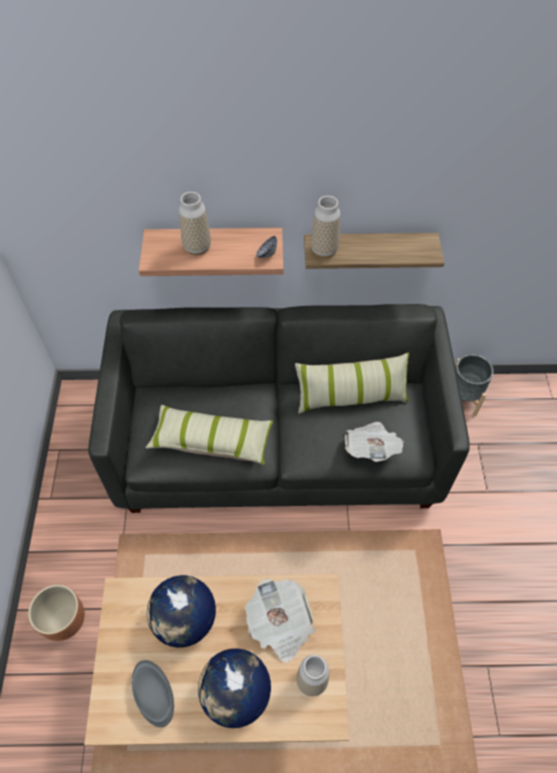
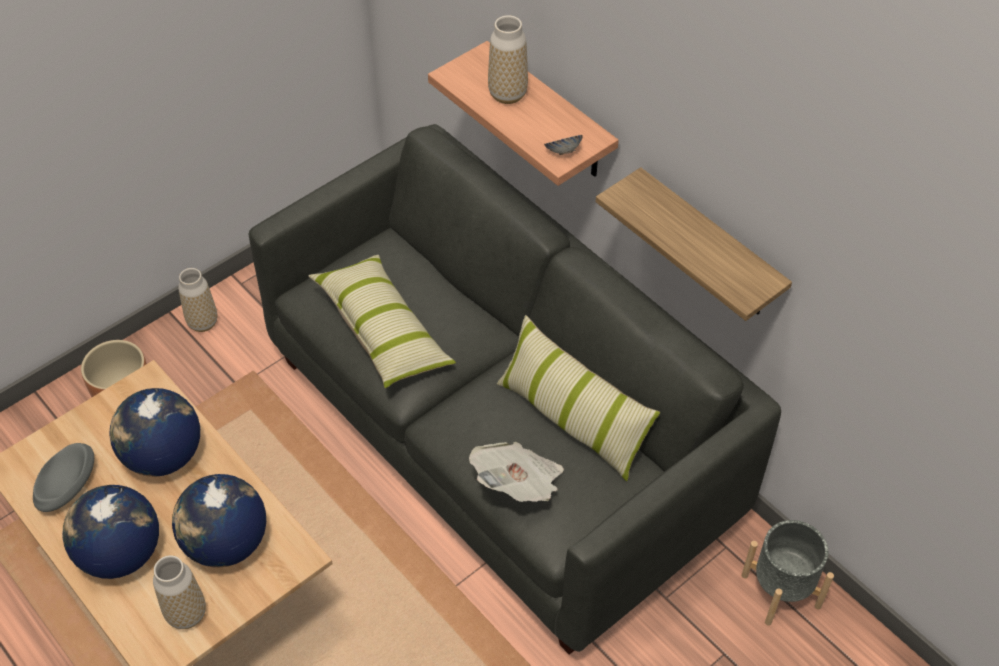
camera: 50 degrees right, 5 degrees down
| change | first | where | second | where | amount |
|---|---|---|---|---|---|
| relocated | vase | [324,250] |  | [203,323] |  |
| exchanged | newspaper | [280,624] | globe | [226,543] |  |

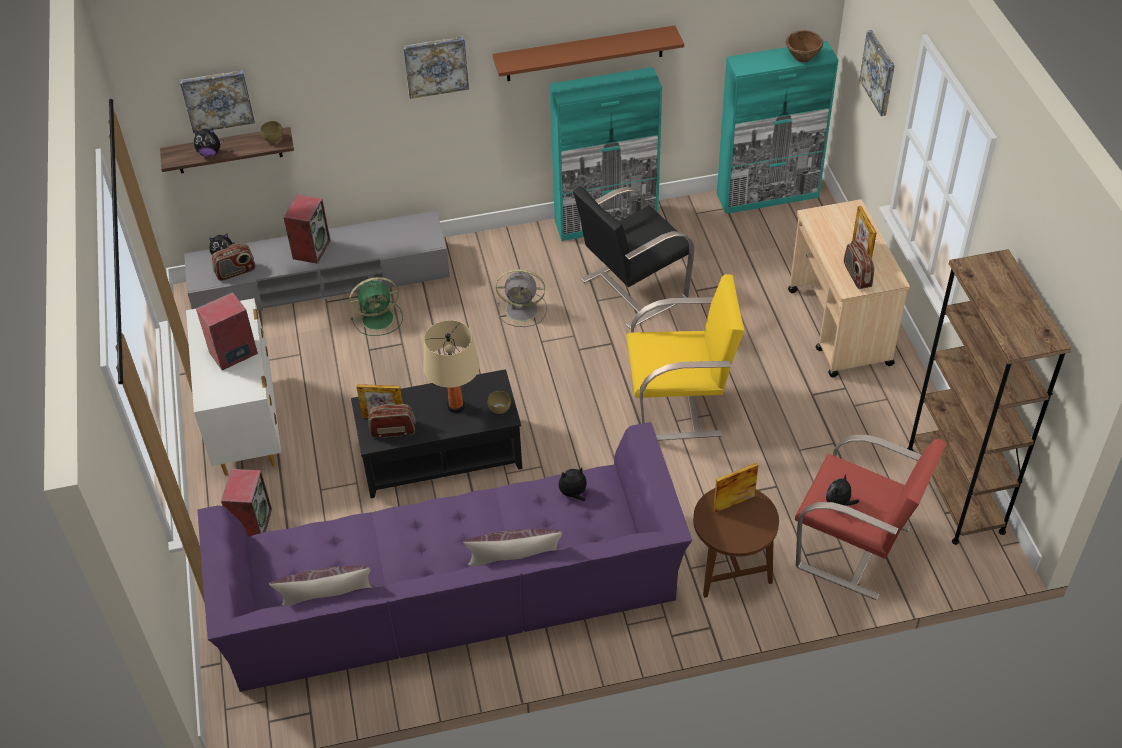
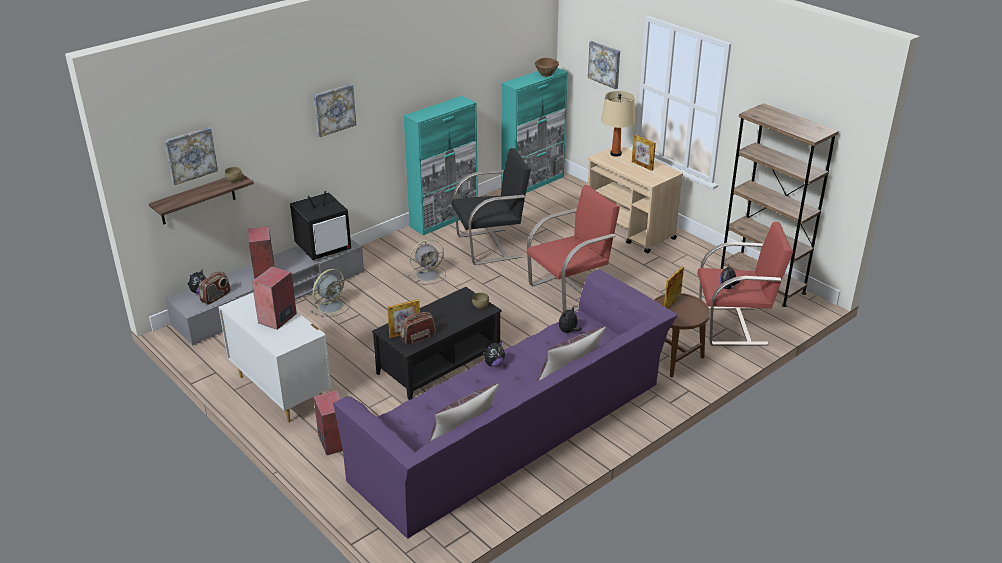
camera: 30 degrees left, 15 degrees down
| change | first | where | second | where | amount |
|---|---|---|---|---|---|
| missing | brown shelf | [584,53] |  |  |  |
| missing | radio | [856,275] |  |  |  |
| appeared |  |  | television | [324,247] |  |
| relocated | plush toy | [210,153] |  | [493,364] |  |
| relocated | beige table lamp | [456,406] |  | [615,154] |  |
| colour | green fan | [379,318] | grey fan | [331,306] |  |
| colour | yellow armchair | [679,404] | red armchair | [570,291] |  |
| spun | black armchair | [632,289] |  | [490,246] | 135 degrees counterclockwise |

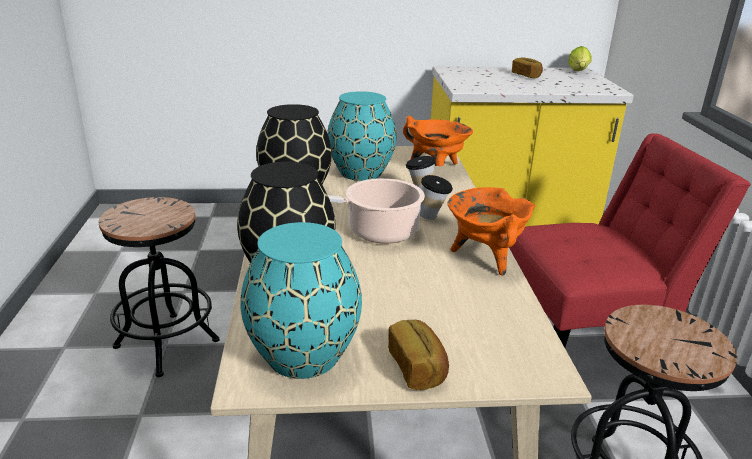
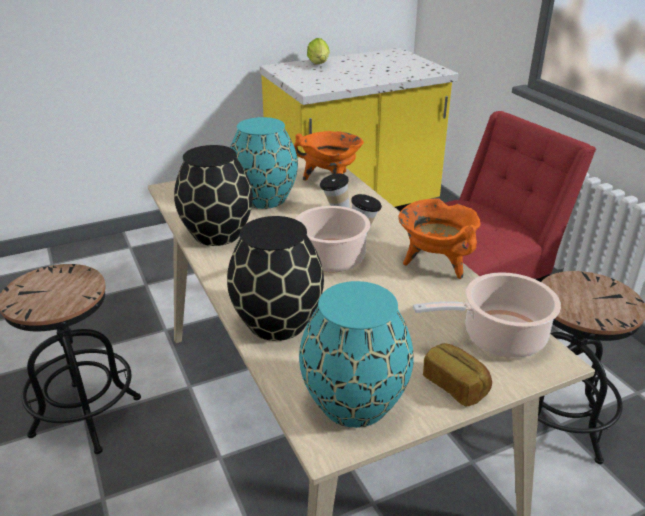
camera: 20 degrees left, 5 degrees up
| change | first | where | second | where | amount |
|---|---|---|---|---|---|
| missing | bread | [526,75] |  |  |  |
| appeared |  |  | cooking pot | [498,337] |  |
| relocated | lettuce | [578,72] |  | [319,64] |  |

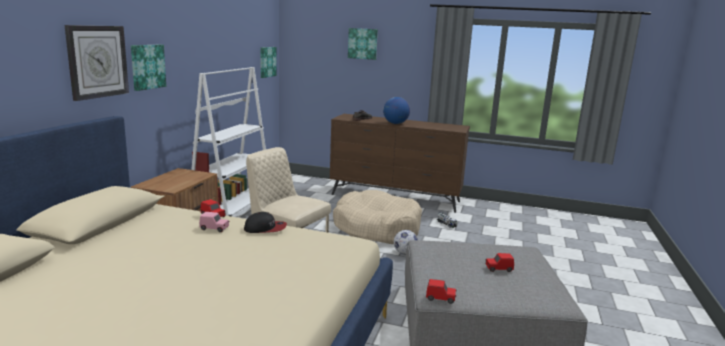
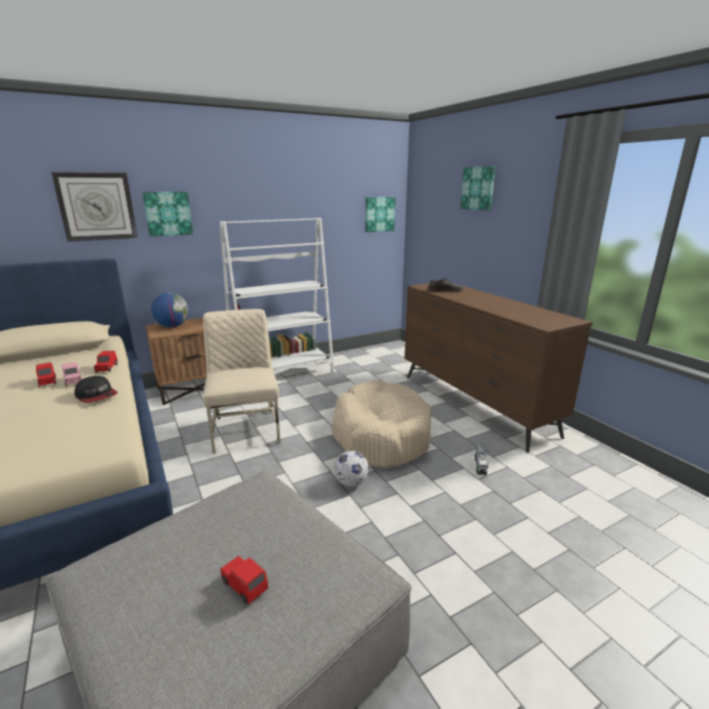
camera: 45 degrees right, 5 degrees up
| change | first | where | second | where | amount |
|---|---|---|---|---|---|
| relocated | globe | [395,123] |  | [173,326] |  |
| relocated | red toy car | [440,298] |  | [47,382] |  |

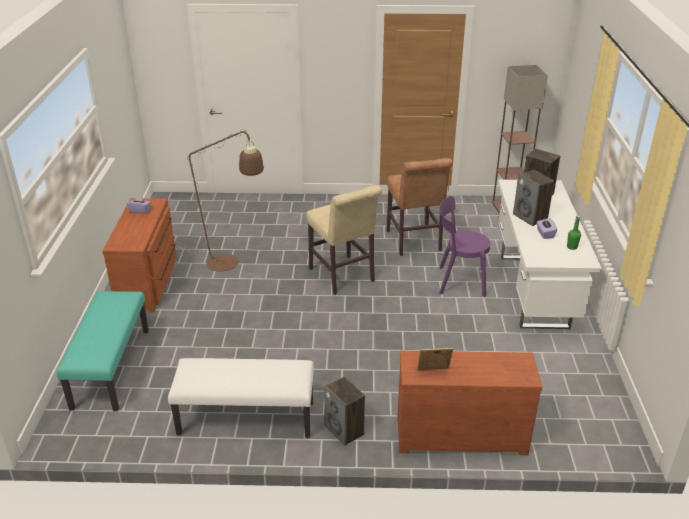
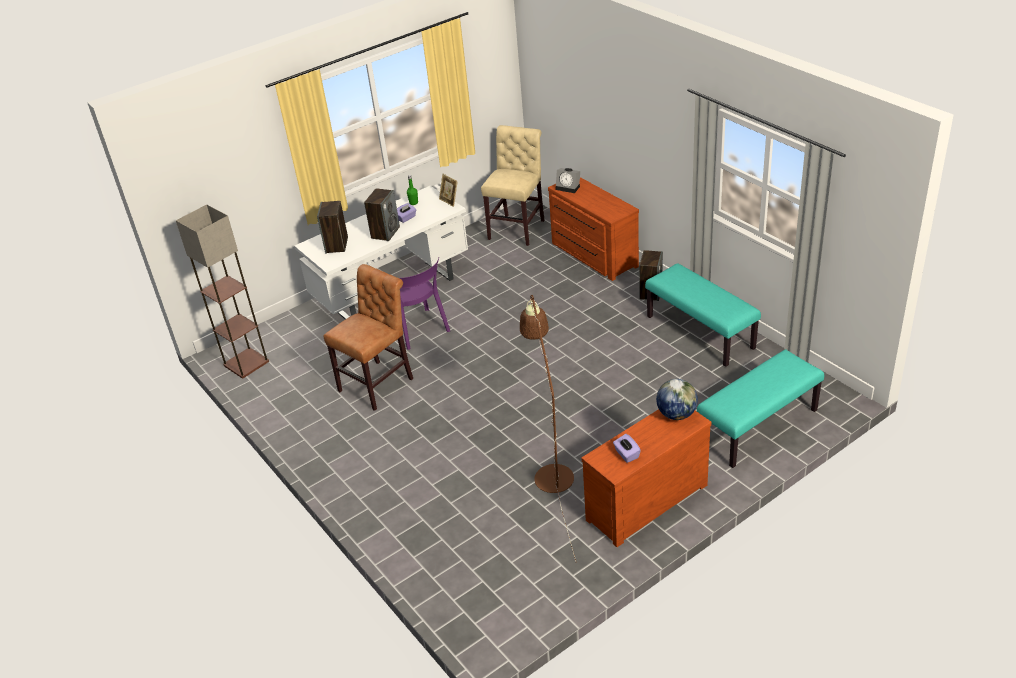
camera: 125 degrees left, 5 degrees up
| change | first | where | second | where | amount |
|---|---|---|---|---|---|
| appeared |  |  | alarm clock | [569,187] |  |
| appeared |  |  | globe | [676,414] |  |
| relocated | beige chair | [343,277] |  | [518,228] |  |
| relocated | picture frame | [433,373] |  | [449,201] |  |
| colour | white bench | [245,419] | turquoise bench | [701,332] |  |

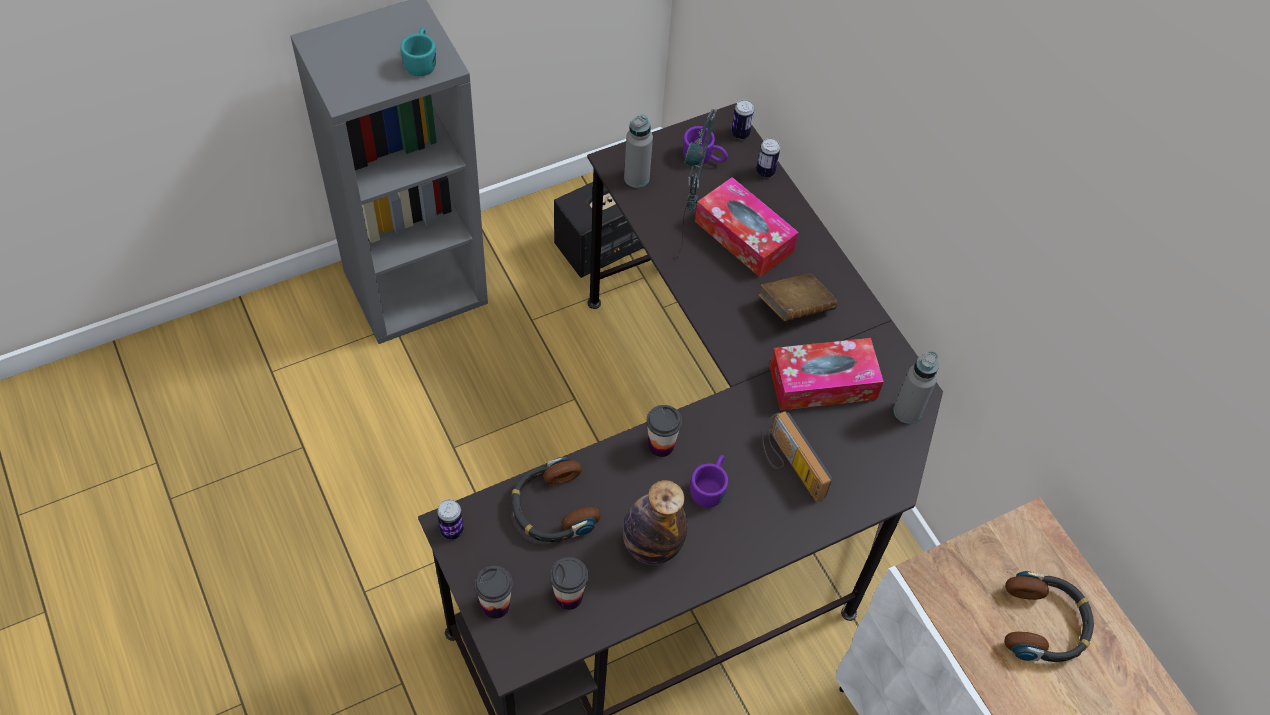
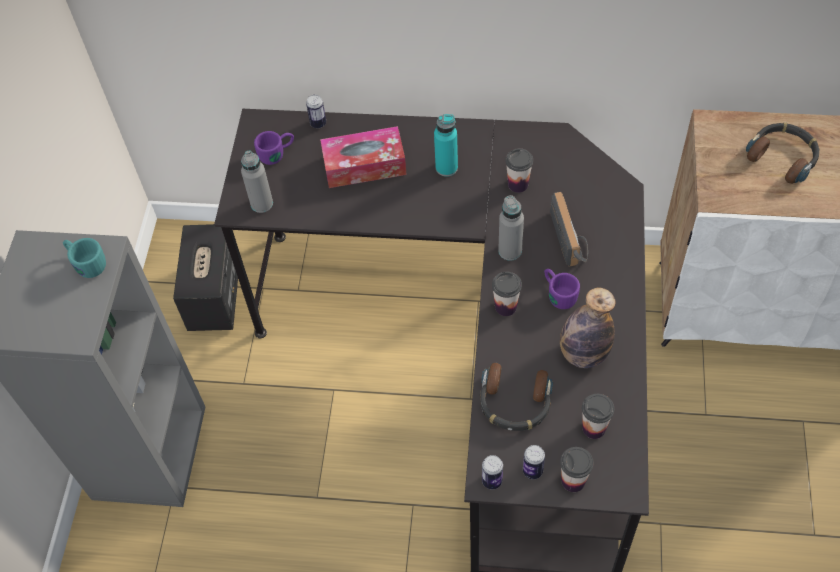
camera: 50 degrees left, 0 degrees up
| change | first | where | second | where | amount |
|---|---|---|---|---|---|
| missing | table lamp | [684,269] |  |  |  |
| relocated | can | [740,133] |  | [532,471] |  |
| relocated | grey bottle | [907,411] |  | [510,251] |  |
| exchanged | brown book | [795,308] | turquoise bottle | [446,168] |  |
| exchanged | tissue box | [822,383] | cup | [518,184] |  |
| spun | radio | [789,466] |  | [571,239] | 105 degrees counterclockwise |

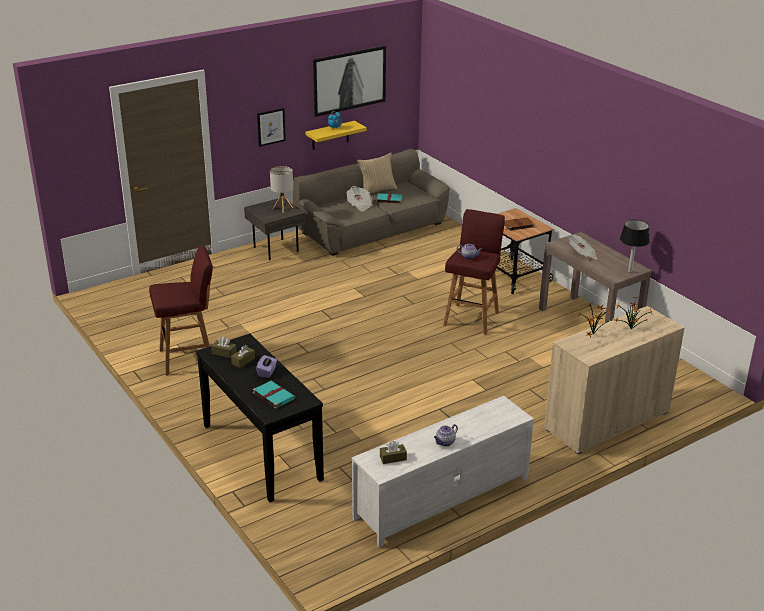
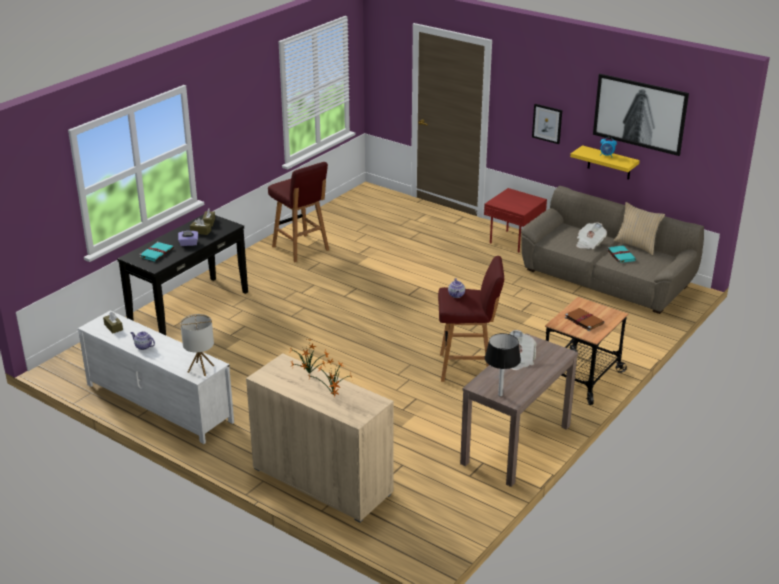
camera: 70 degrees right, 0 degrees up
| change | first | where | second | where | amount |
|---|---|---|---|---|---|
| relocated | table lamp | [283,208] |  | [200,369] |  |
| colour | grey side table | [276,248] | red side table | [514,241] |  |

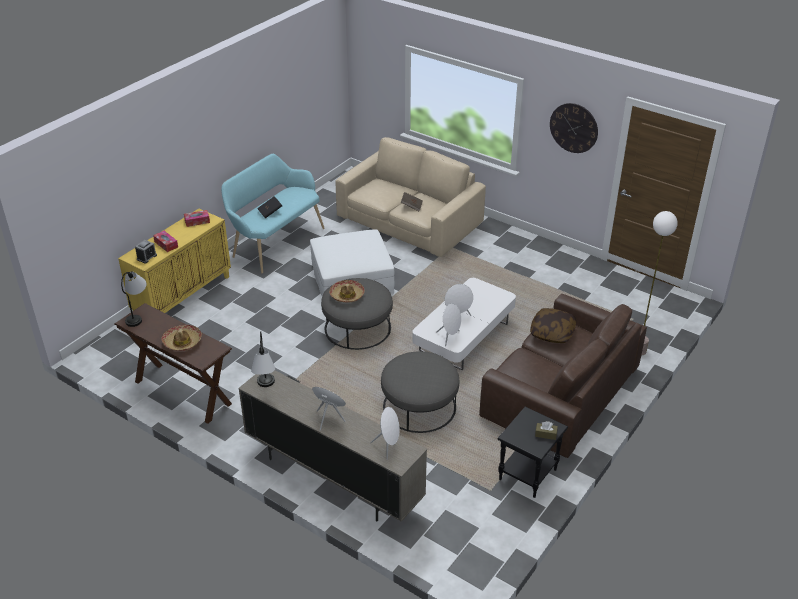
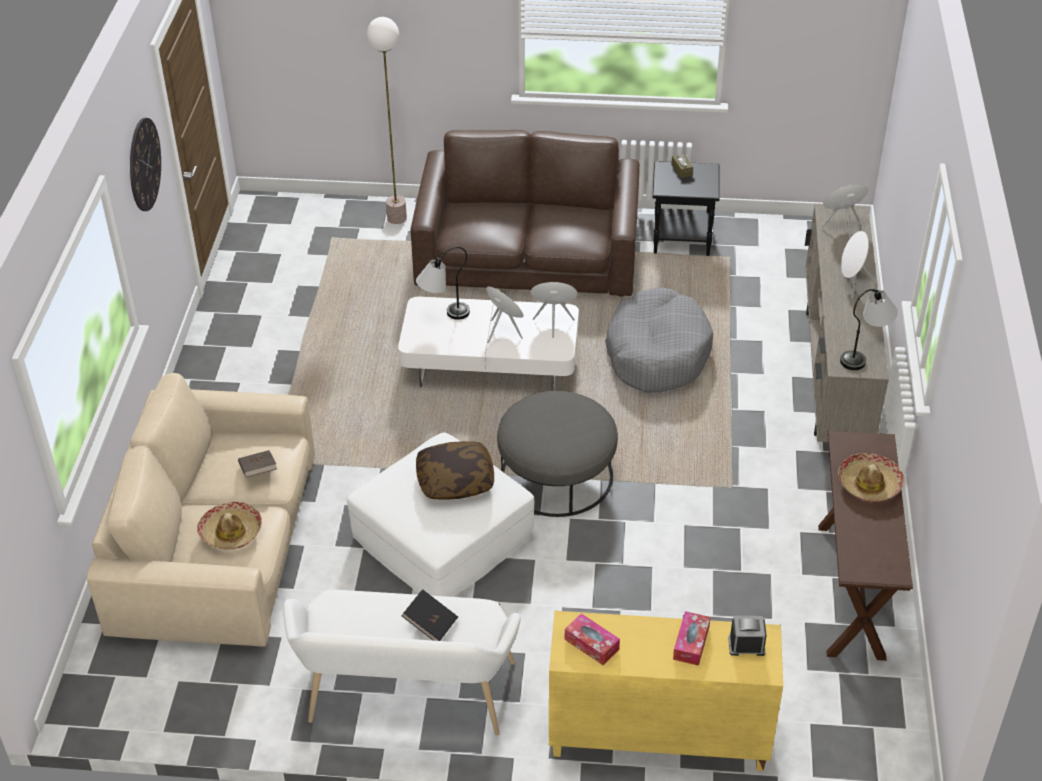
camera: 120 degrees left, 5 degrees up
| change | first | where | second | where | amount |
|---|---|---|---|---|---|
| relocated | table lamp | [138,314] |  | [443,315] |  |
| relocated | hat | [347,295] |  | [231,532] |  |
| relocated | pillow | [552,332] |  | [455,480] |  |
| exchanged | grey ottoman | [419,406] | grey dog bed | [657,353] |  |
| colour | turquoise bench | [275,242] | white bench | [407,699] |  |

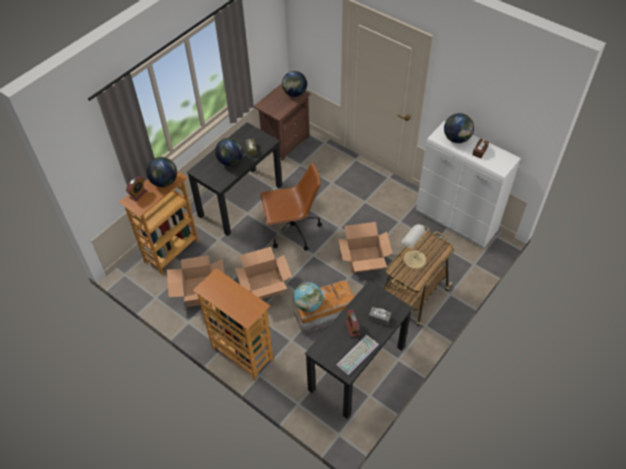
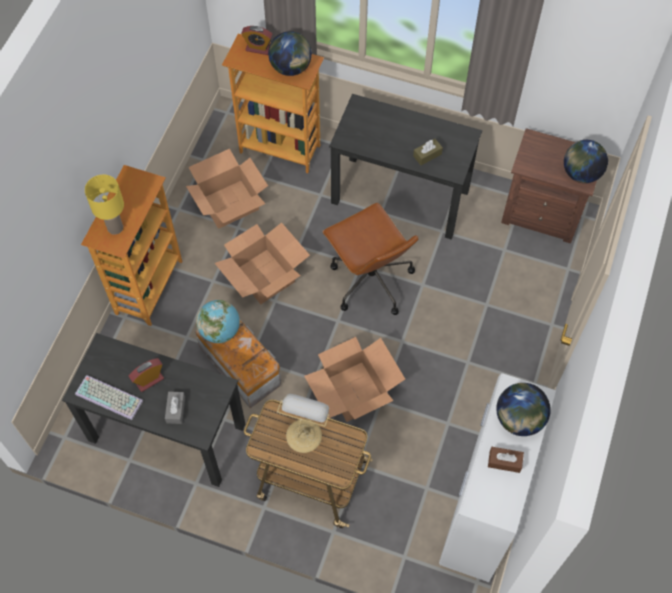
camera: 70 degrees right, 10 degrees up
| change | first | where | second | where | amount |
|---|---|---|---|---|---|
| missing | globe | [230,161] |  |  |  |
| appeared |  |  | yellow table lamp | [115,228] |  |

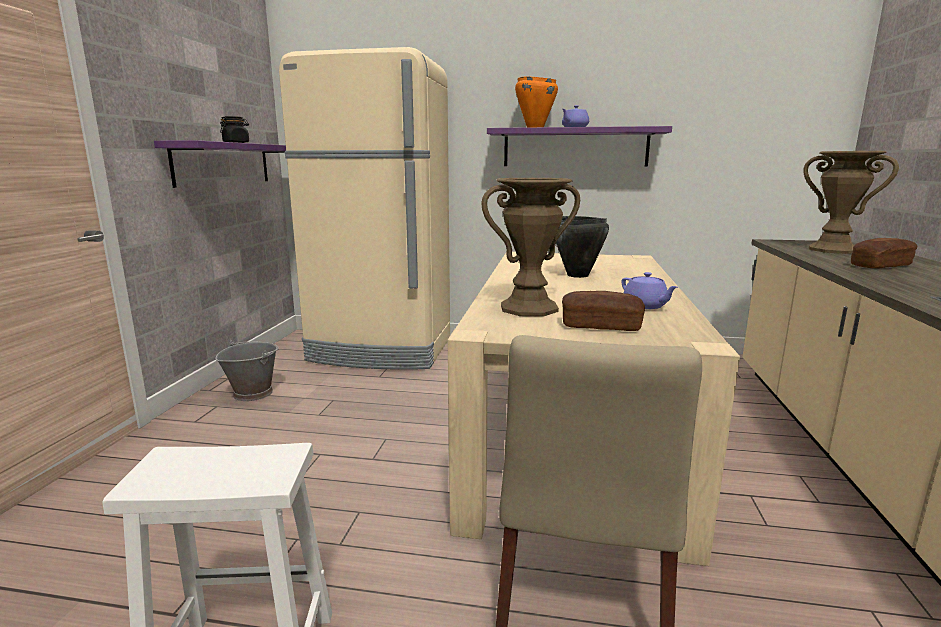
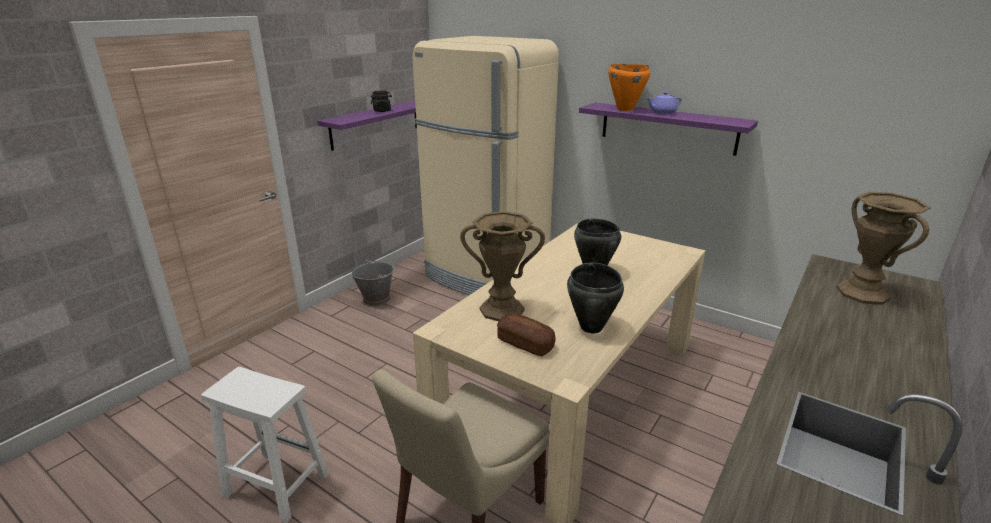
camera: 25 degrees right, 10 degrees up
| change | first | where | second | where | amount |
|---|---|---|---|---|---|
| missing | bread | [881,266] |  |  |  |
| exchanged | purple teapot | [645,306] | black cooking pot | [591,327] |  |

